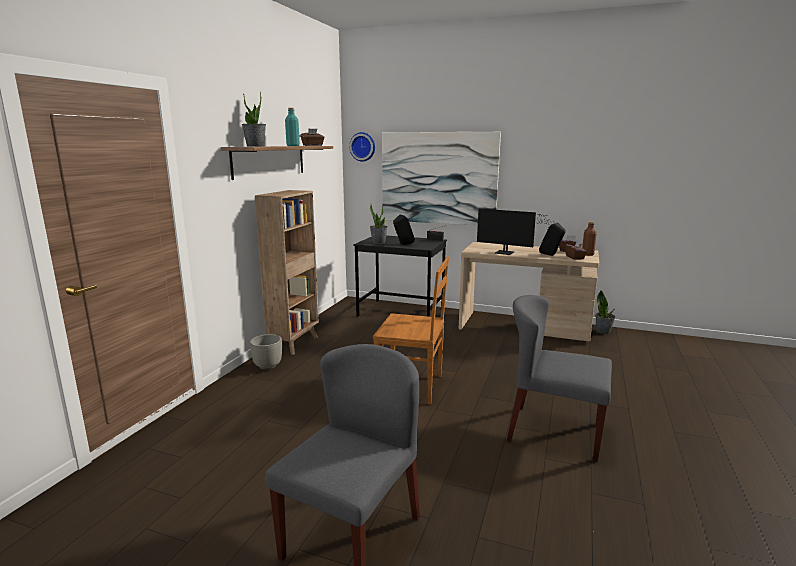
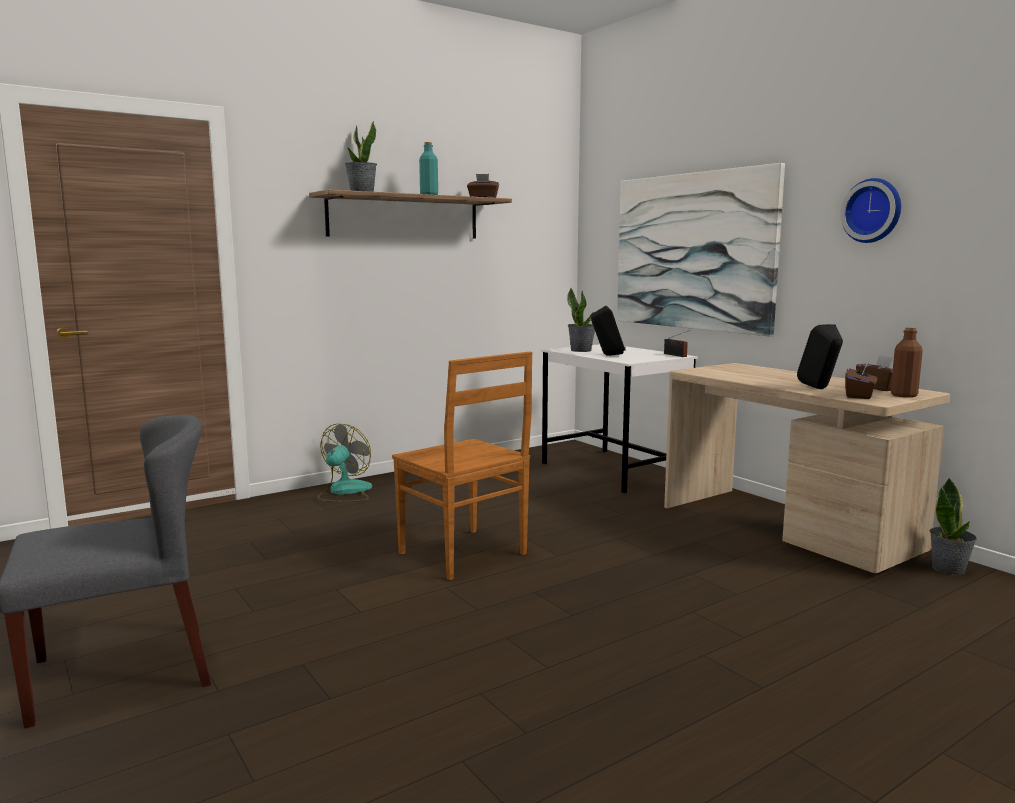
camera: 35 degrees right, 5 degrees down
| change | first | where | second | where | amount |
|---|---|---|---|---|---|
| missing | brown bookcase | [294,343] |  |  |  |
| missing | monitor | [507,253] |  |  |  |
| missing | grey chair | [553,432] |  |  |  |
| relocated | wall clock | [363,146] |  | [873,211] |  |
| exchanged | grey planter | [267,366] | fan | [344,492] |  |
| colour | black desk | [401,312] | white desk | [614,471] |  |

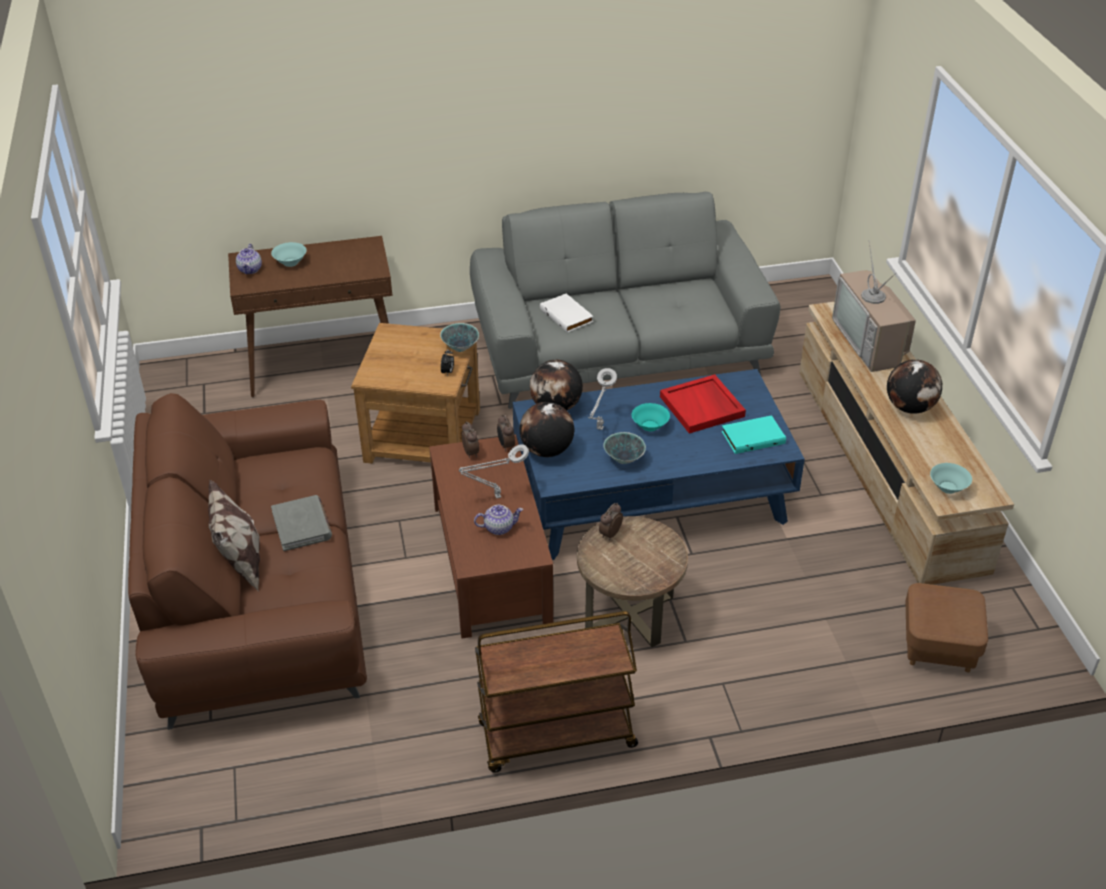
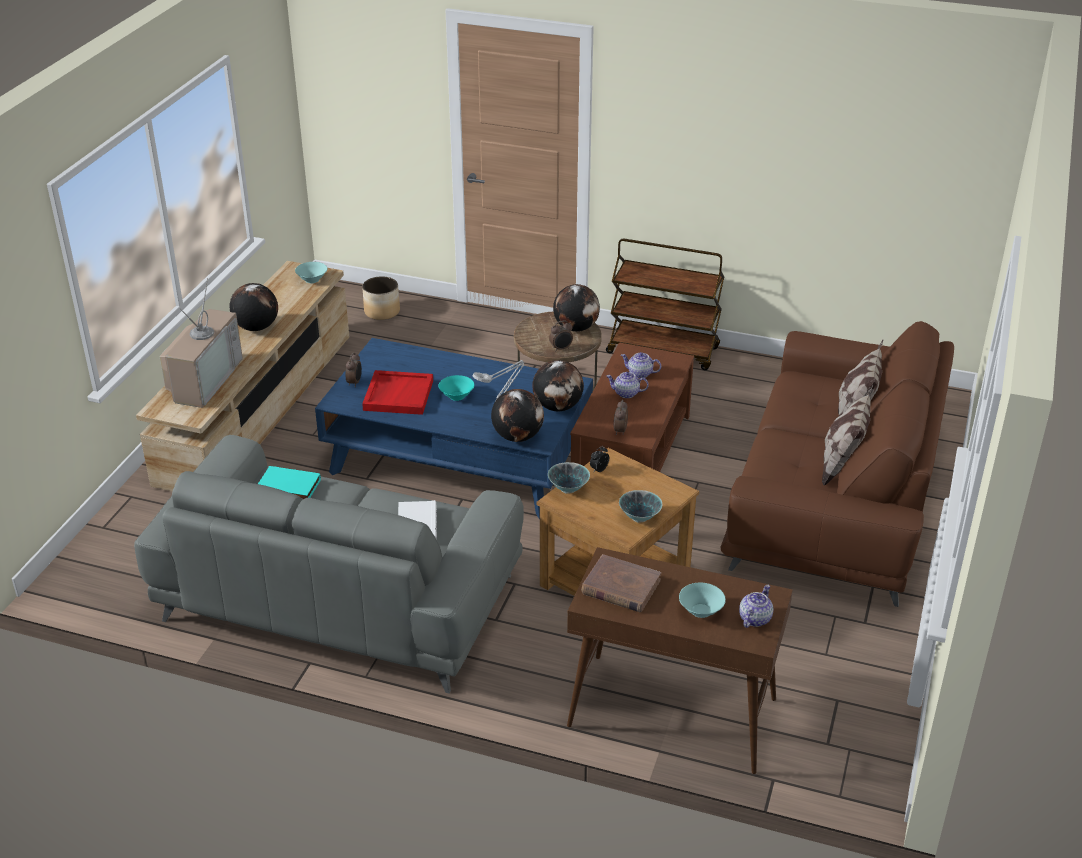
camera: 150 degrees left, 5 degrees down
| change | first | where | second | where | amount |
|---|---|---|---|---|---|
| missing | grey book | [302,525] |  |  |  |
| appeared |  |  | globe | [576,328] |  |
| appeared |  |  | brown book | [620,587] |  |
| appeared |  |  | pillow | [842,465] |  |
| relocated | alarm clock | [506,445] |  | [355,382] |  |
| relocated | bowl | [623,459] |  | [639,518] |  |
| relocated | turquoise book | [753,437] |  | [287,488] |  |
| exchanged | grey table lamp | [495,497] | teapot | [626,393] |  |
| exchanged | brown ottoman | [938,646] | planter | [382,311] |  |

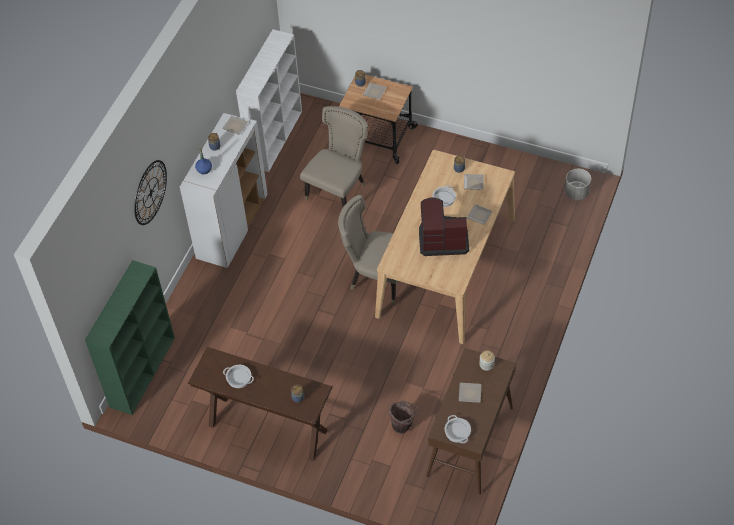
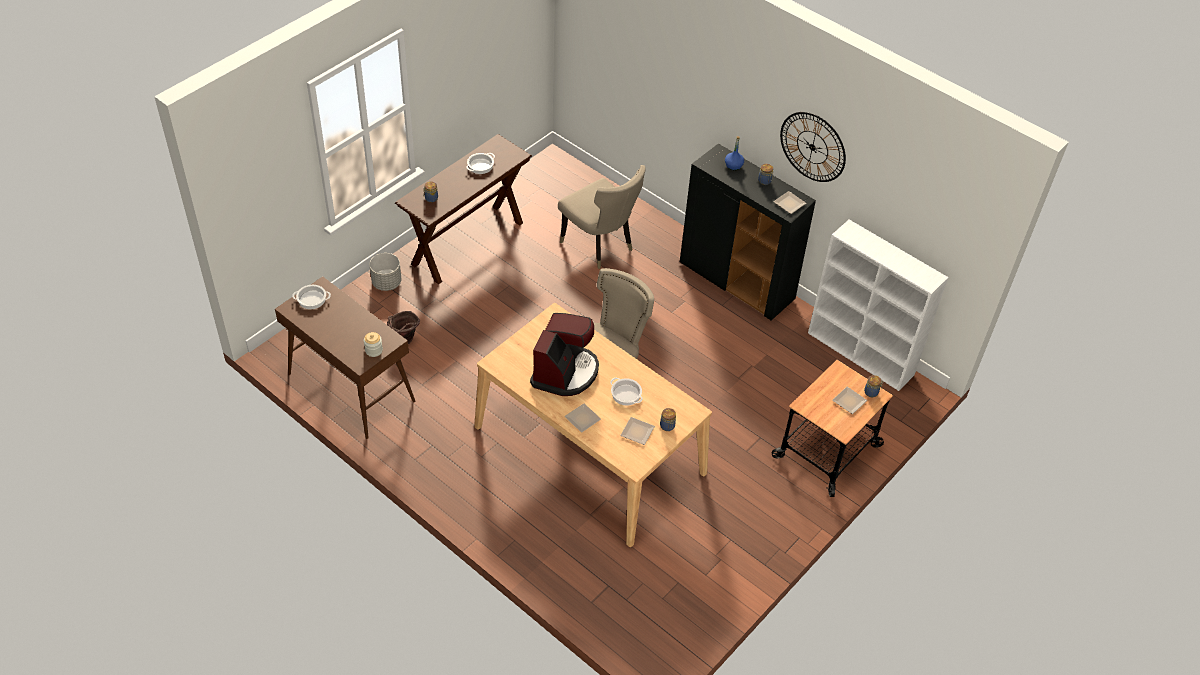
camera: 105 degrees right, 5 degrees down
| change | first | where | second | where | amount |
|---|---|---|---|---|---|
| missing | green bookcase | [142,371] |  |  |  |
| missing | plate | [469,394] |  |  |  |
| relocated | wall clock | [150,192] |  | [812,147] |  |
| relocated | beige chair | [339,192] |  | [600,246] |  |
| relocated | grey planter | [576,192] |  | [387,283] |  |
| colour | white cabinet | [232,227] | black cabinet | [737,282] |  |

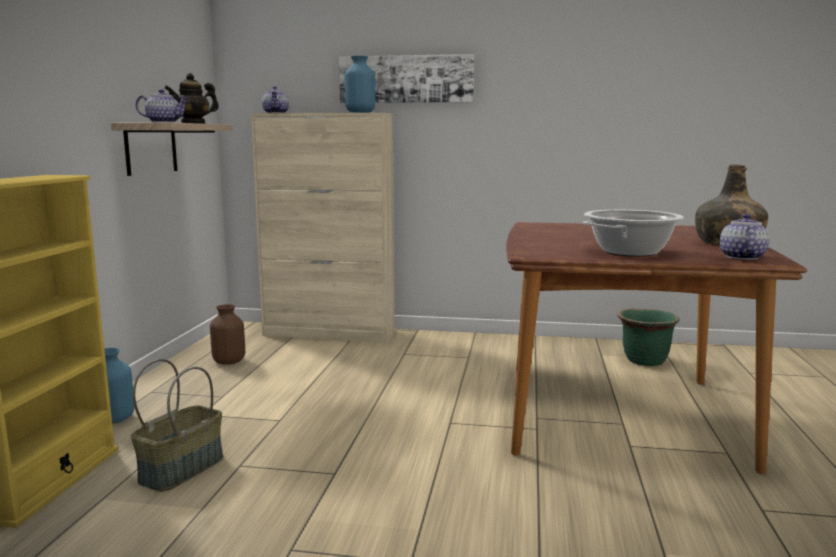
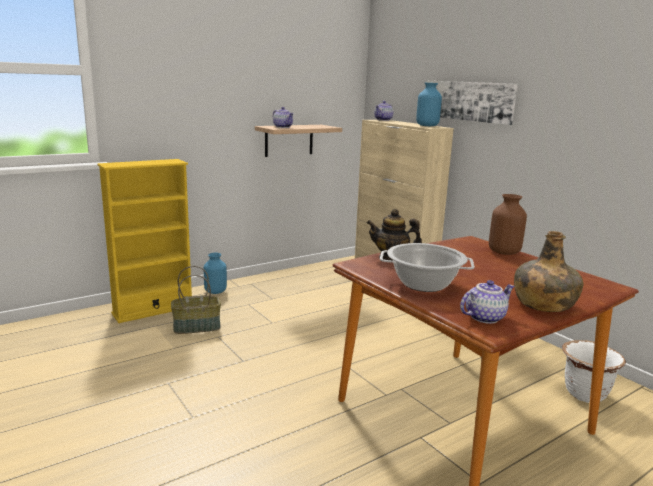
camera: 45 degrees right, 5 degrees up
| change | first | where | second | where | amount |
|---|---|---|---|---|---|
| relocated | teapot | [193,123] |  | [391,258] |  |
| relocated | brown vase | [228,362] |  | [503,252] |  |
| colour | green planter | [644,360] | white planter | [584,393] |  |

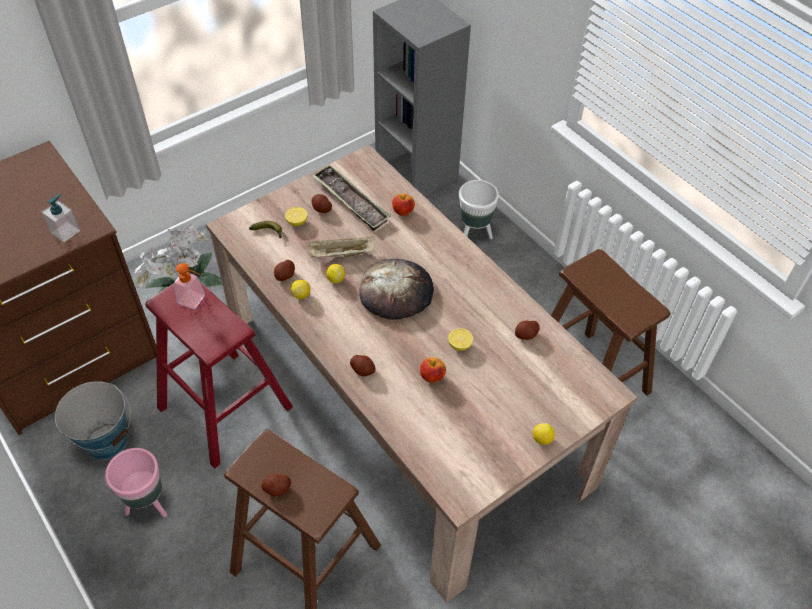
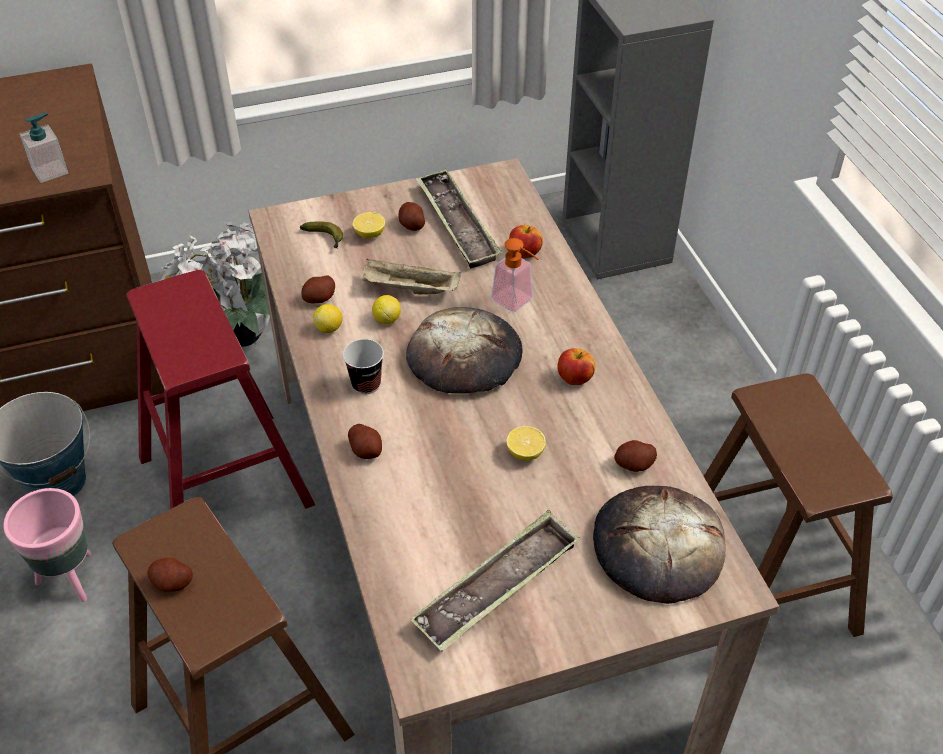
camera: 20 degrees right, 5 degrees down
| change | first | where | second | where | amount |
|---|---|---|---|---|---|
| missing | white planter | [474,235] |  |  |  |
| missing | lemon | [542,439] |  |  |  |
| appeared |  |  | cup | [366,384] |  |
| appeared |  |  | tray | [498,586] |  |
| appeared |  |  | bread | [657,547] |  |
| relocated | soap dispenser | [195,301] |  | [517,302] |  |
| relocated | apple | [432,376] |  | [574,378] |  |

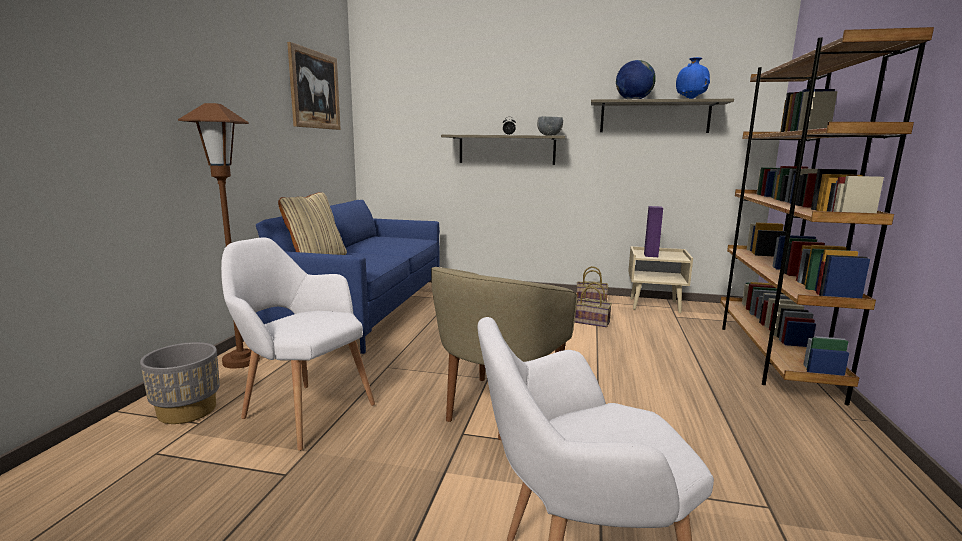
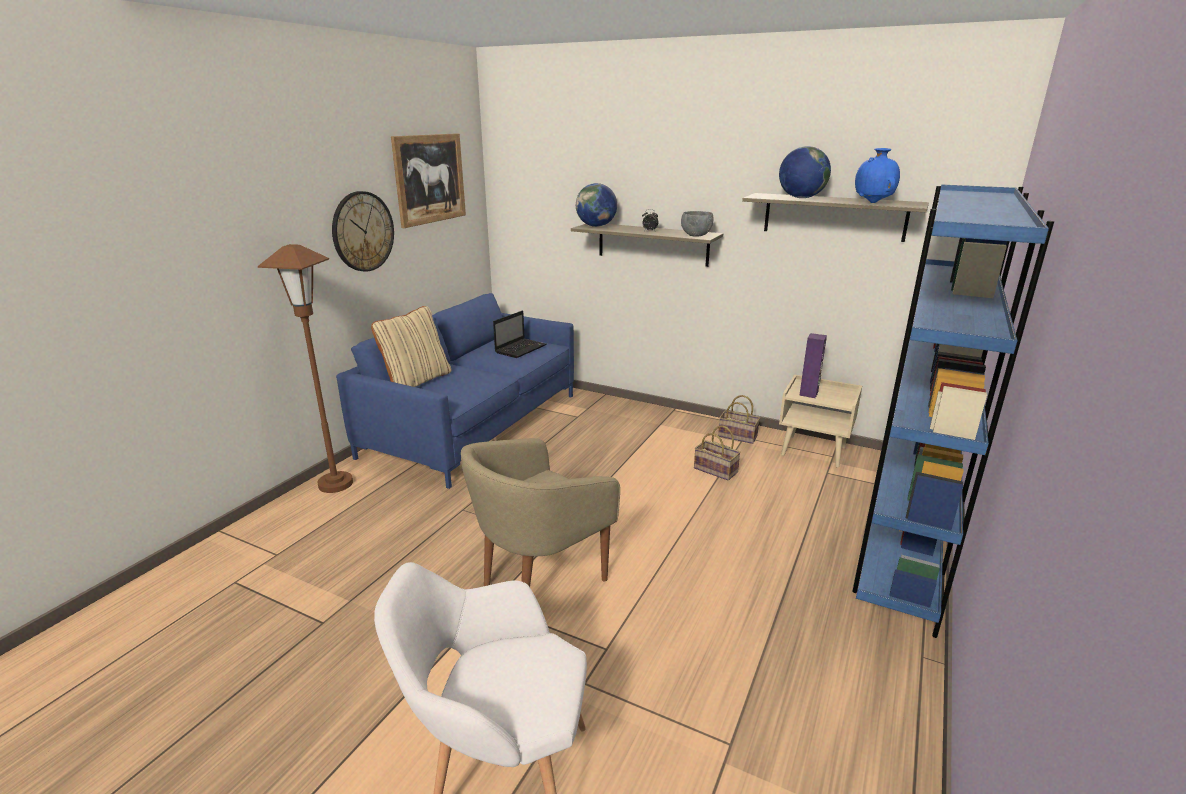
camera: 15 degrees right, 10 degrees up
| change | first | where | second | where | amount |
|---|---|---|---|---|---|
| missing | grey planter | [187,411] |  |  |  |
| missing | white armchair | [301,411] |  |  |  |
| appeared |  |  | wall clock | [363,231] |  |
| appeared |  |  | laptop | [521,349] |  |
| appeared |  |  | globe | [596,226] |  |
| colour | brown bookcase | [771,356] | blue bookcase | [901,551] |  |

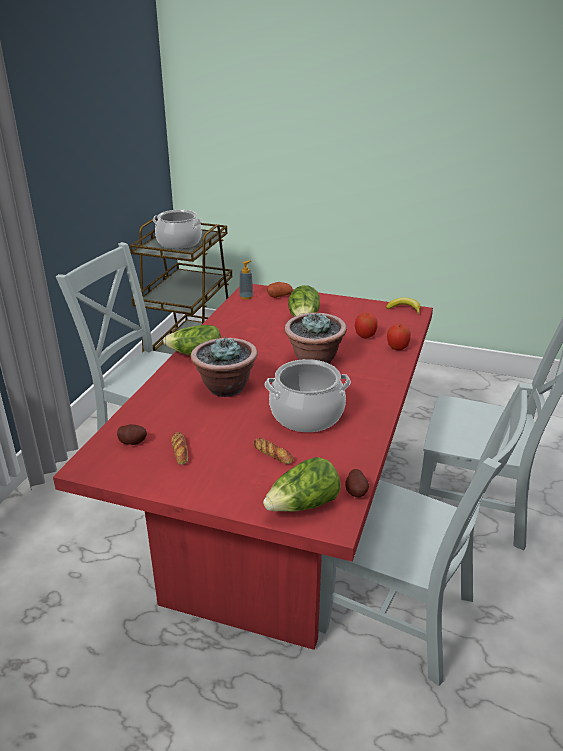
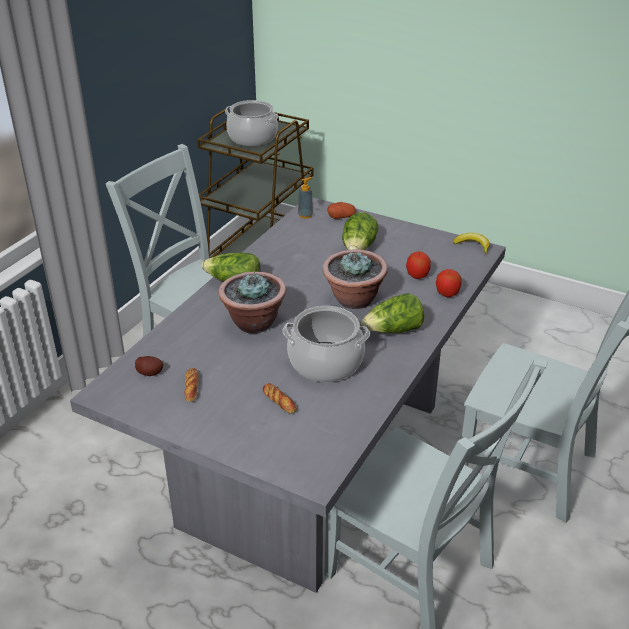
camera: 10 degrees right, 5 degrees up
| change | first | where | second | where | amount |
|---|---|---|---|---|---|
| missing | potato | [356,492] |  |  |  |
| relocated | lettuce | [303,505] |  | [393,331] |  |
| colour | red dining table | [282,526] | grey dining table | [315,464] |  |

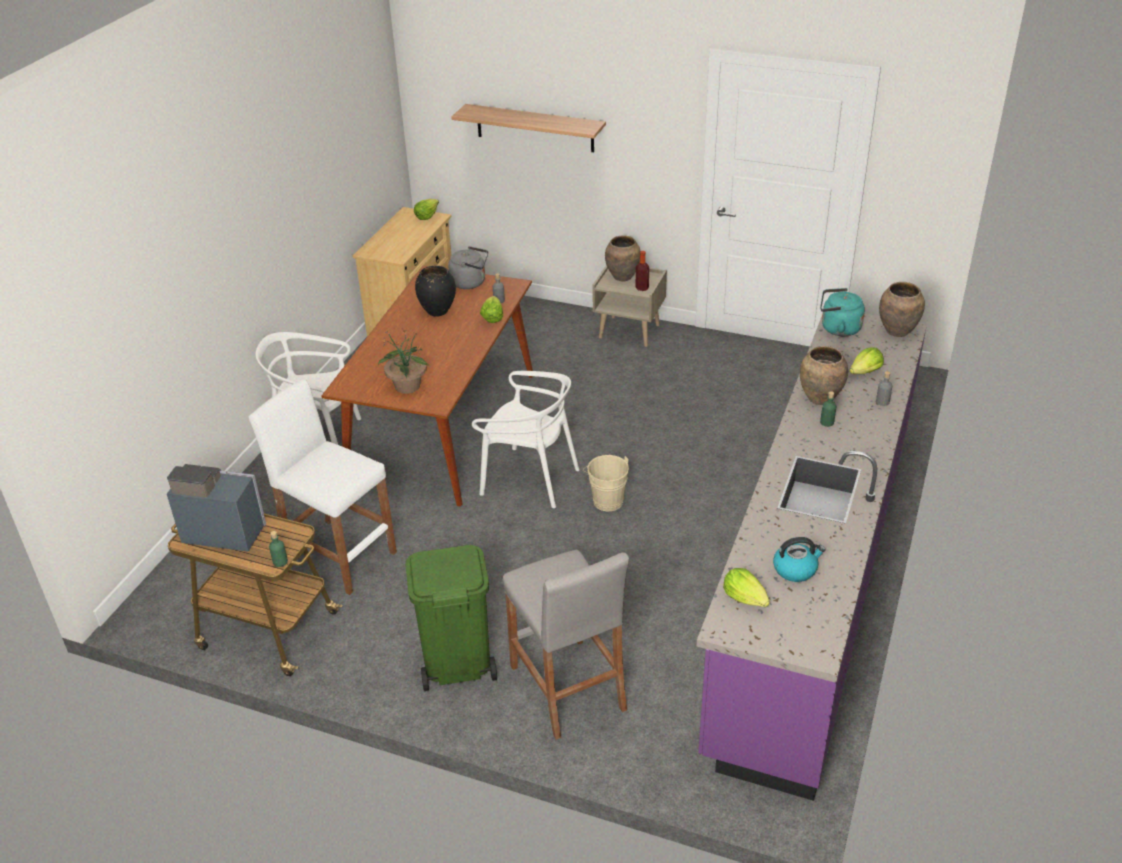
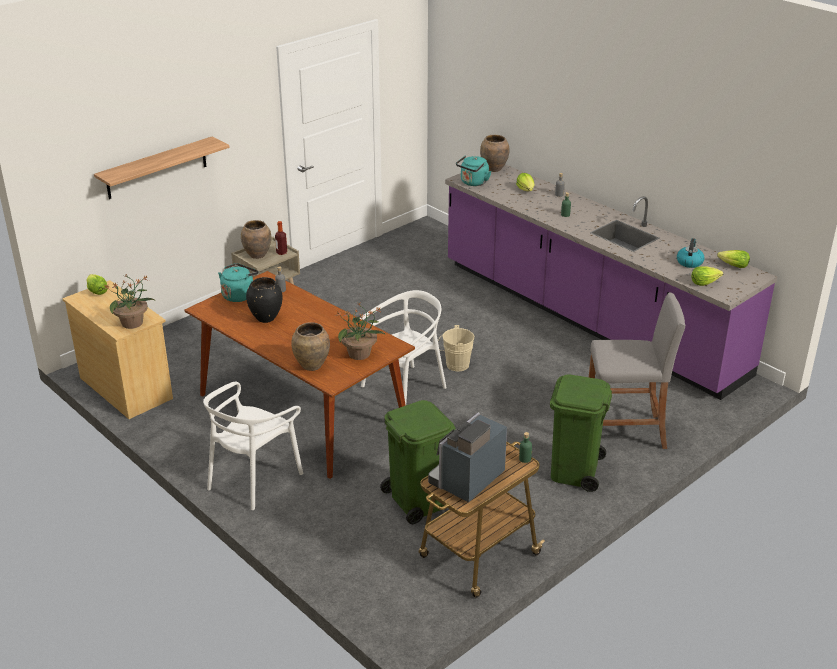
camera: 65 degrees left, 5 degrees down
| change | first | where | second | where | amount |
|---|---|---|---|---|---|
| appeared |  |  | potted plant | [133,323] |  |
| relocated | lettuce | [492,317] |  | [733,266] |  |
| relocated | brown vase | [819,398] |  | [311,366] |  |
| exchanged | white stool | [338,555] | green trash can | [417,500] |  |
| colour | grey kettle | [470,282] | turquoise kettle | [239,295] |  |

